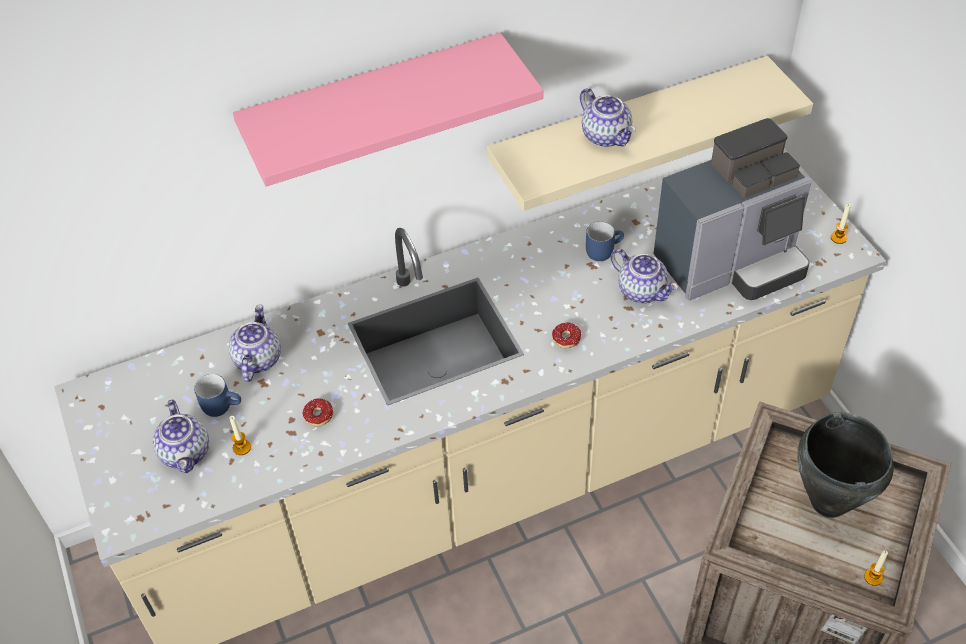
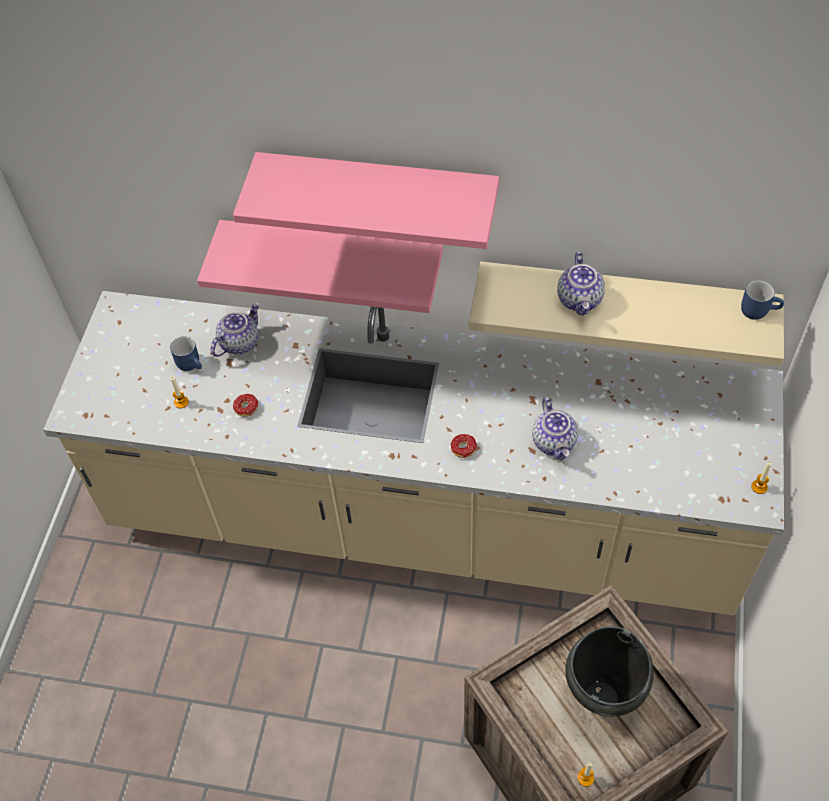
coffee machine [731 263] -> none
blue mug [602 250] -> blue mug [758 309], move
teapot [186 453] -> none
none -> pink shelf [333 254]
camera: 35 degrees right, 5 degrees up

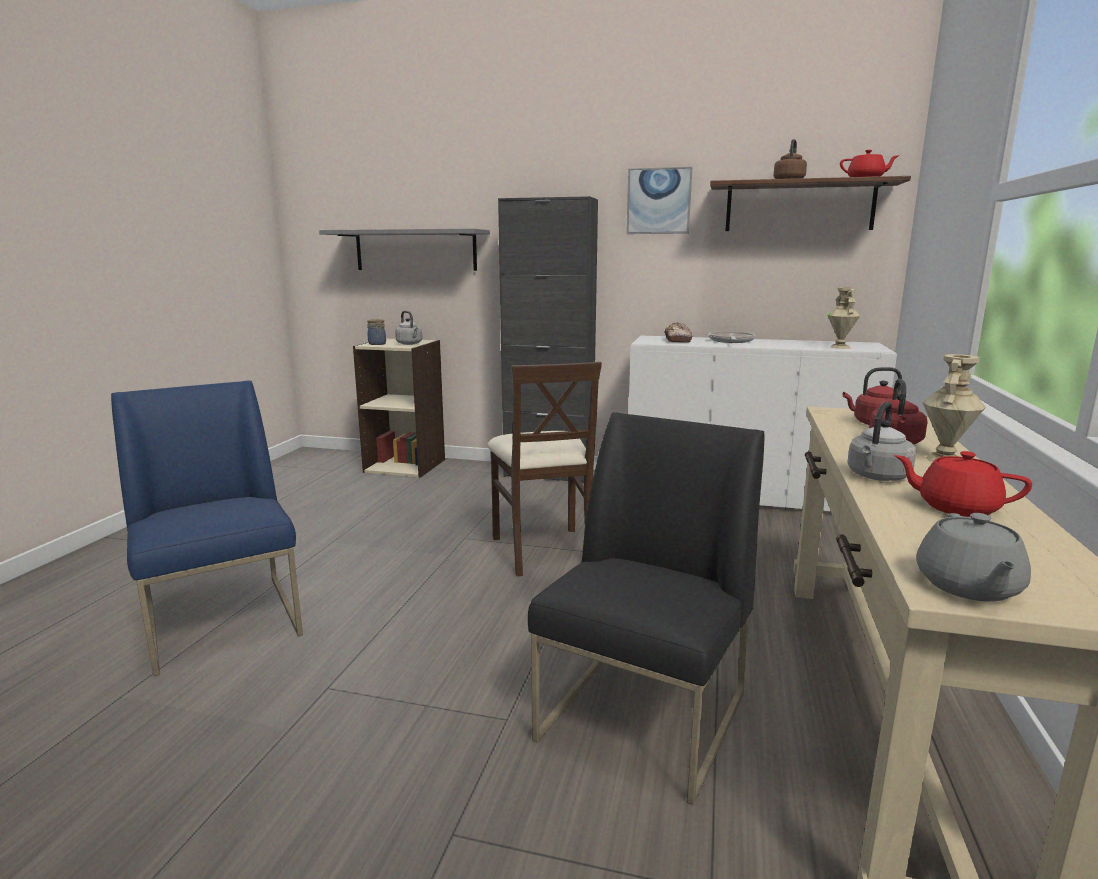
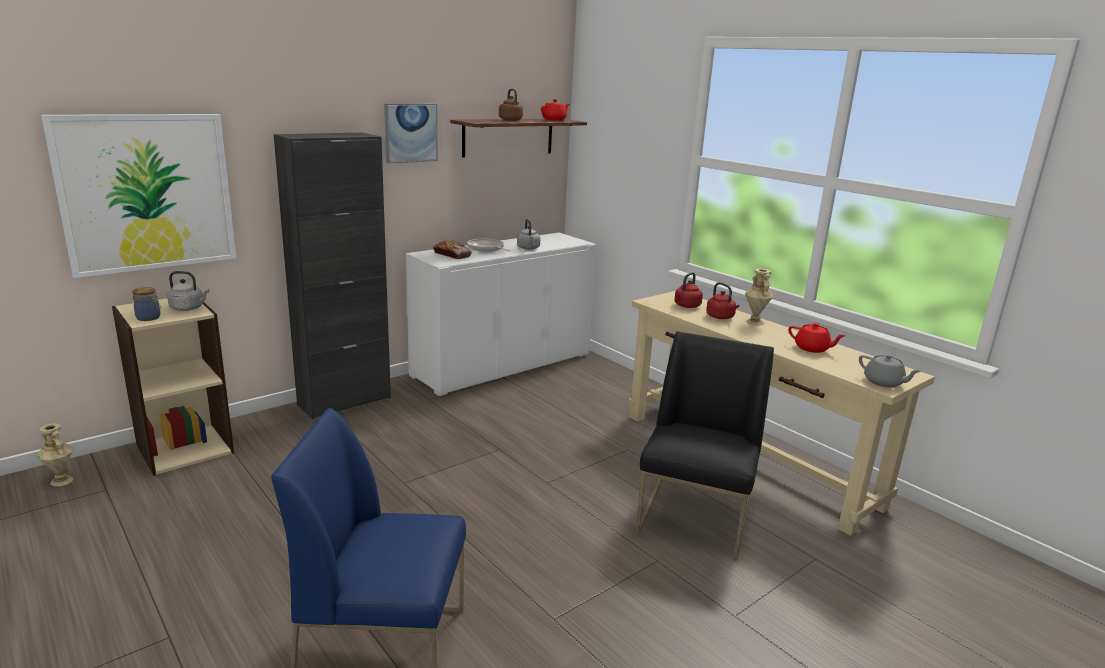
grey shelf [415 250] -> picture [147 193]
beige vase [840 347] -> beige vase [62 480], move
beige chair [543 550] -> none
grey kettle [877 477] -> grey kettle [528 248], move
black chair [644 718] -> black chair [695 518], 45 degrees clockwise
red teapot [955 507] -> red teapot [812 349], 120 degrees counterclockwise
camera: 55 degrees left, 5 degrees up

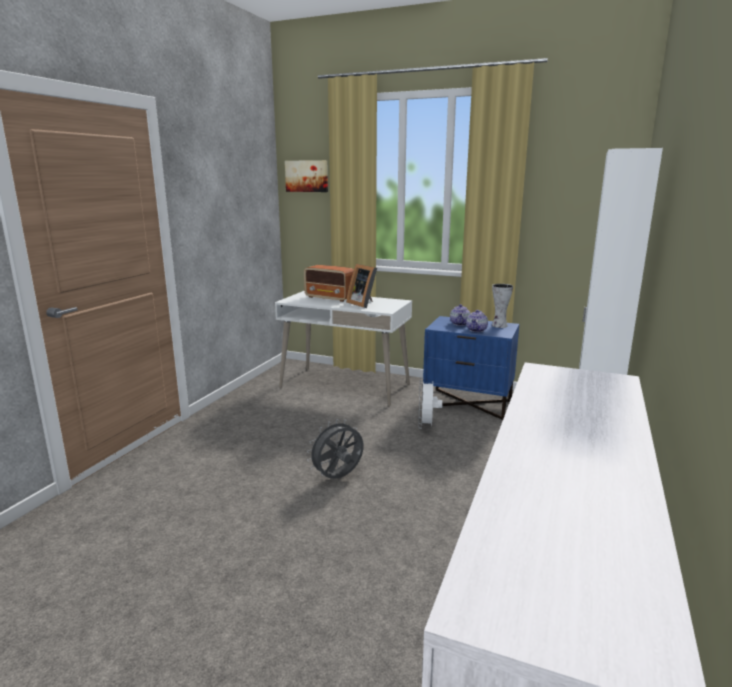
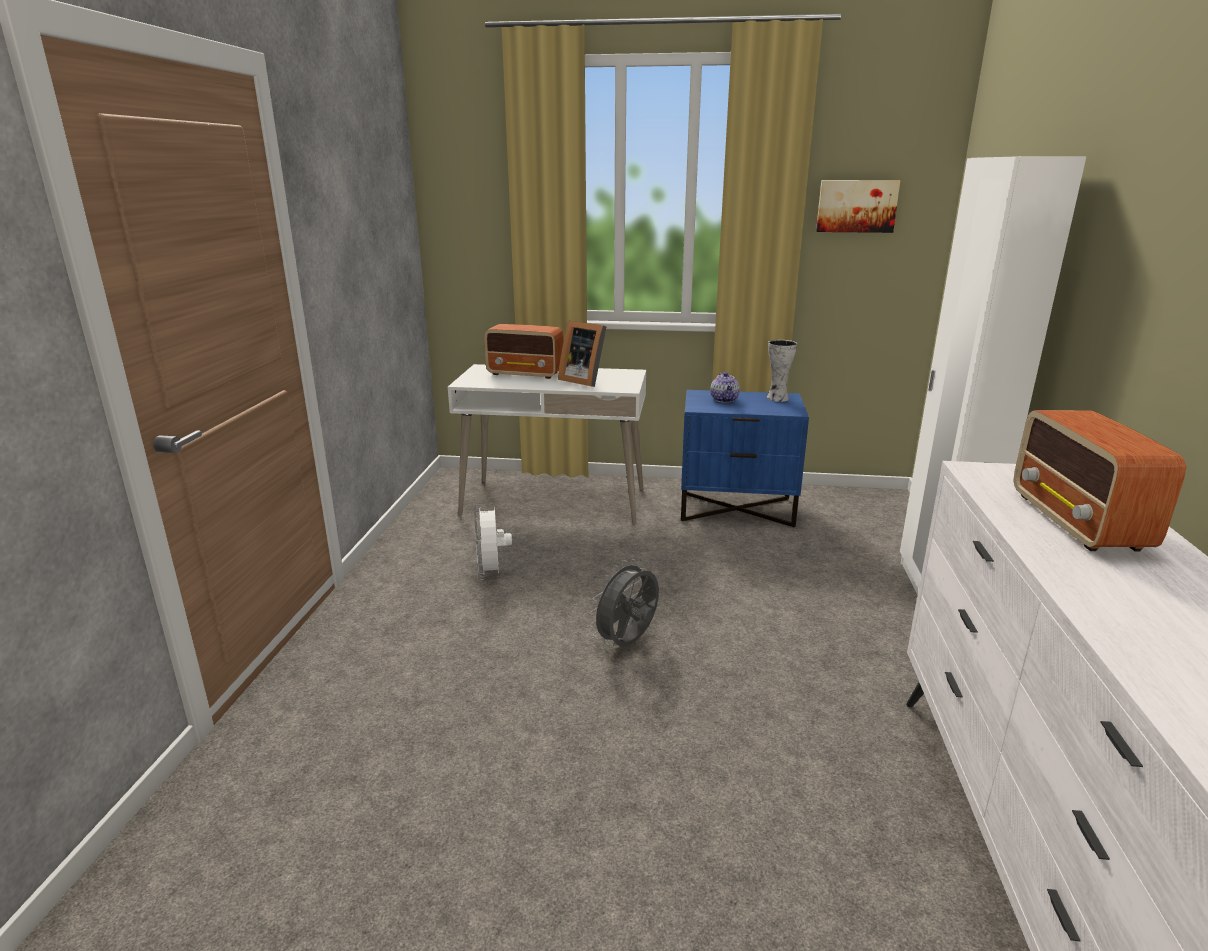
picture [307 176] -> picture [856 206], move
teapot [476 330] -> none
white fan [426 426] -> white fan [491 574], move
none -> radio [1078 522]
camera: 15 degrees left, 5 degrees up

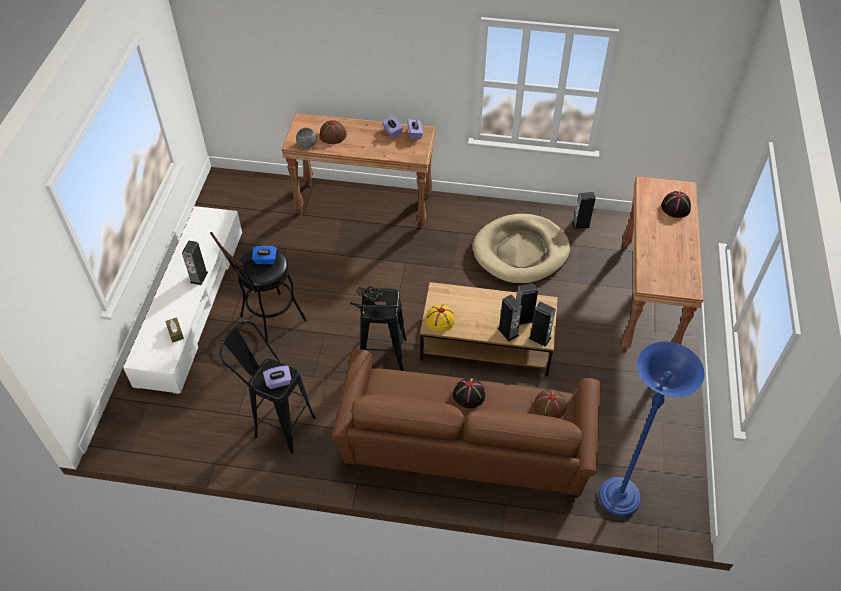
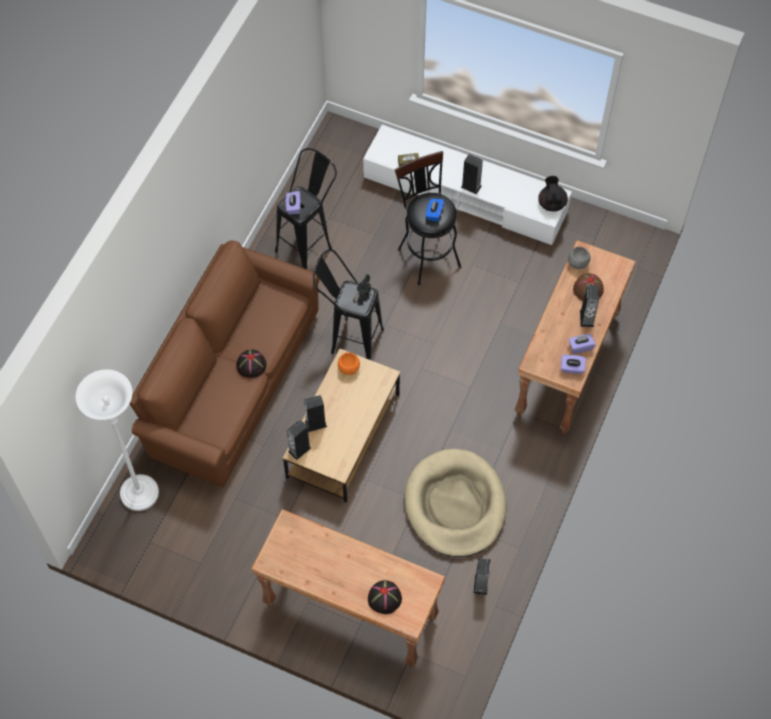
speaker [523 318] -> speaker [586 318], move
yellow hat [439 320] -> orange bowl [348 368]
blue floor lamp [619 498] -> white floor lamp [139 493]
brown hat [549 406] -> none
none -> black teapot [551 203]
camera: 105 degrees right, 10 degrees up

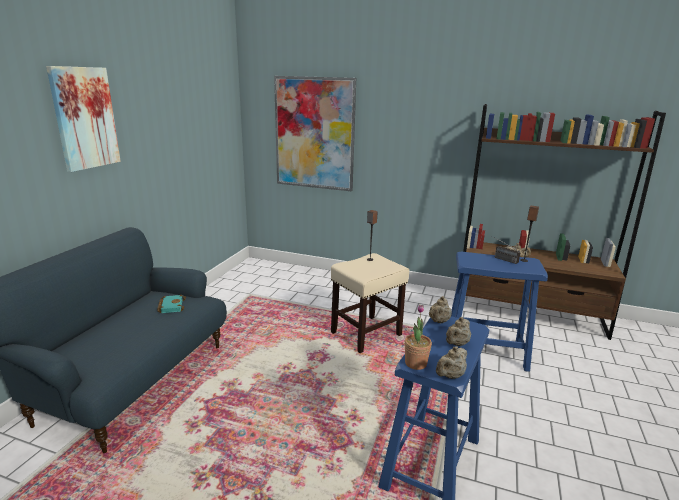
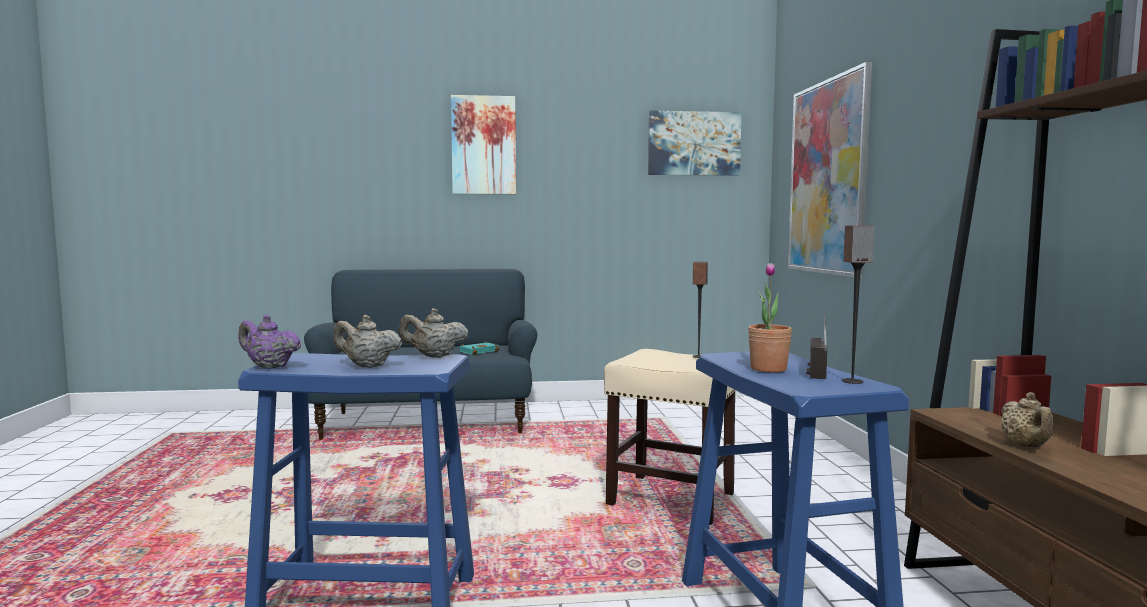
potted plant [415 363] -> potted plant [768 369], move
beige teapot [450 376] -> purple teapot [269 367]
none -> picture [694 143]
camera: 65 degrees right, 15 degrees down

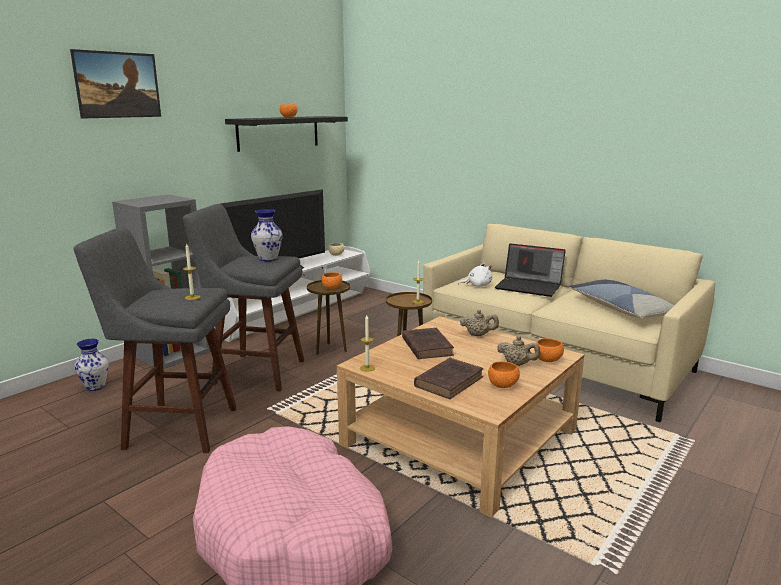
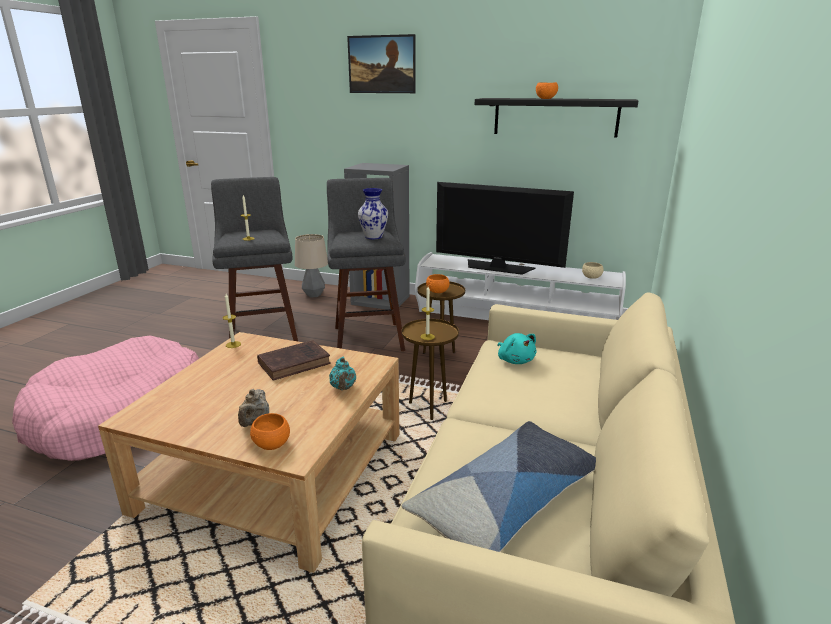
laptop [529 287] -> none
white plush toy [477 285] -> turquoise plush toy [515 360]
beige teapot [478 335] -> turquoise teapot [343 388]
vase [95 387] -> table lamp [313 295]
brown book [450 381] -> none
orange bowl [502 385] -> none
camera: 70 degrees right, 5 degrees up

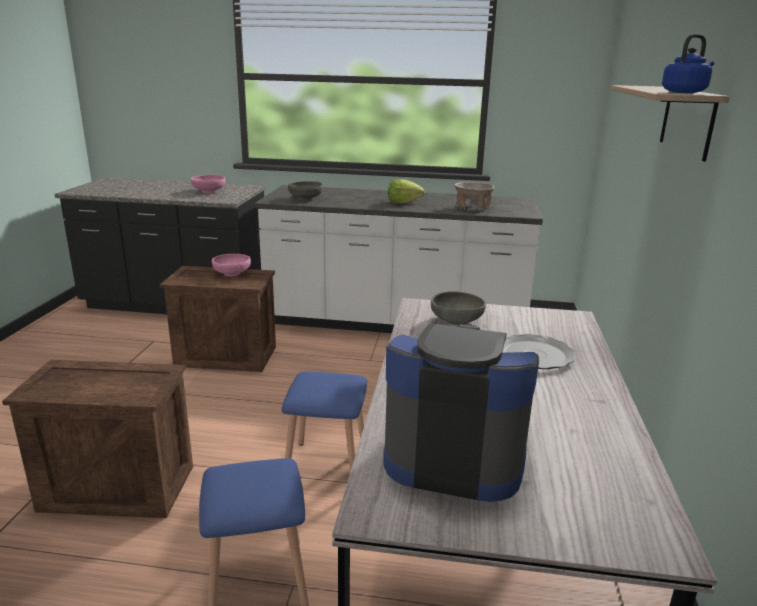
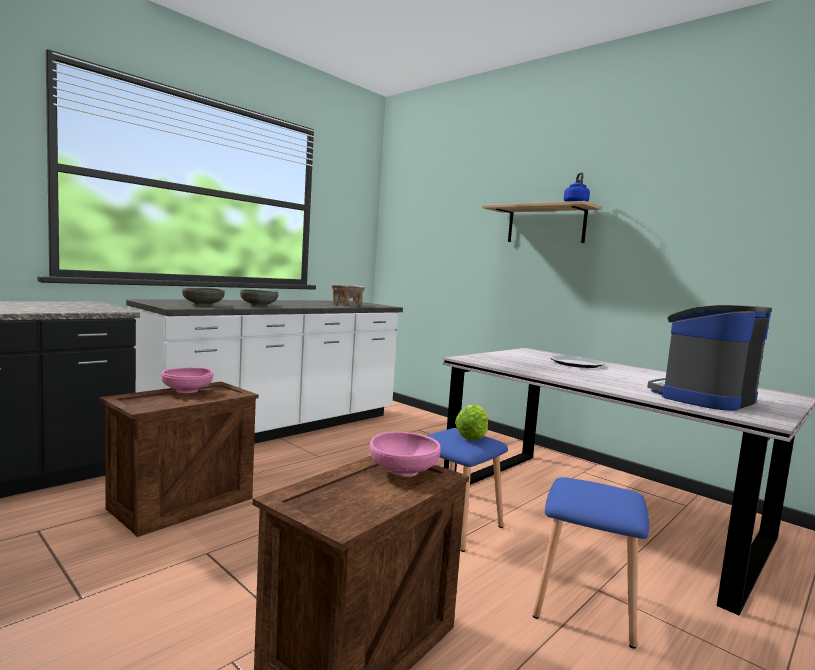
pink bowl [209 191] -> pink bowl [403 470], move
lettuce [403 202] -> lettuce [472 436], move
grey bowl [456 321] -> grey bowl [258 305], move
camera: 55 degrees left, 15 degrees down

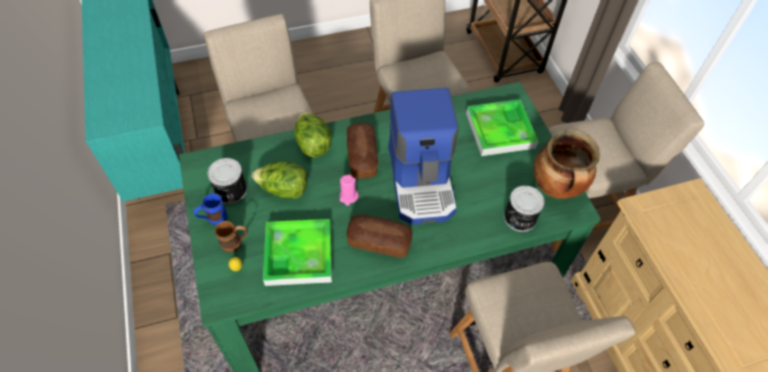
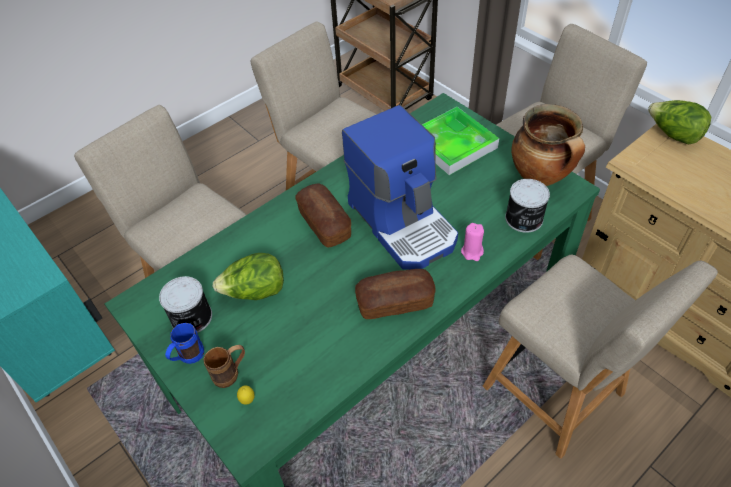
lettuce [312 144] -> lettuce [673 135], move
pink candle [348 197] -> pink candle [472 252], move
tray [298 254] -> none
camera: 20 degrees left, 5 degrees down

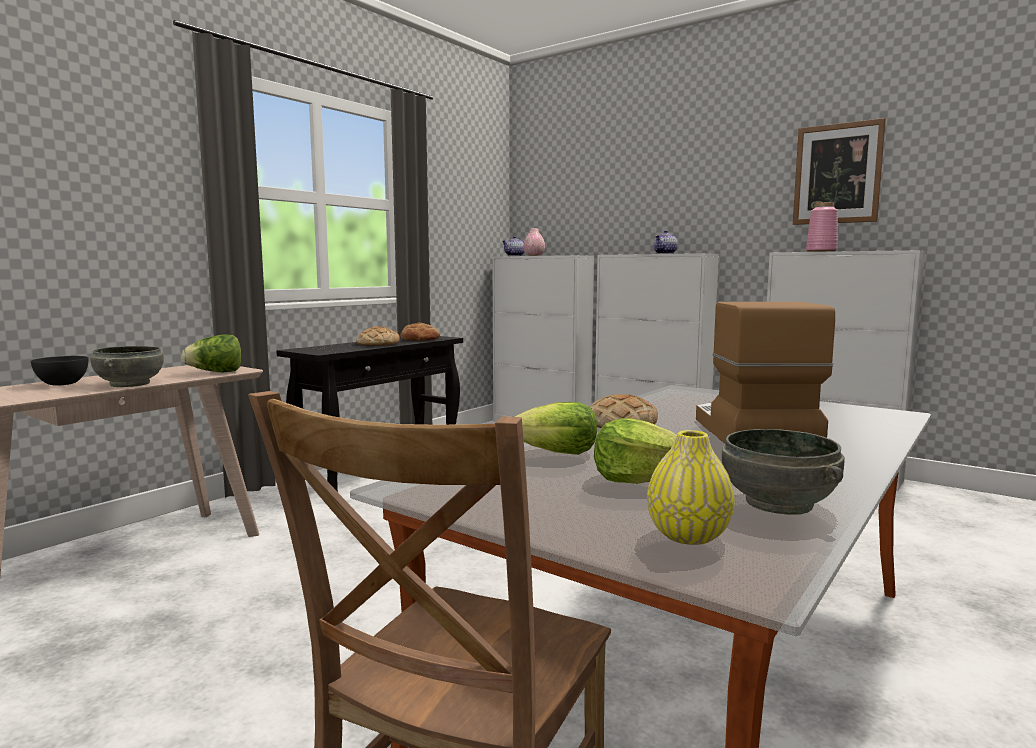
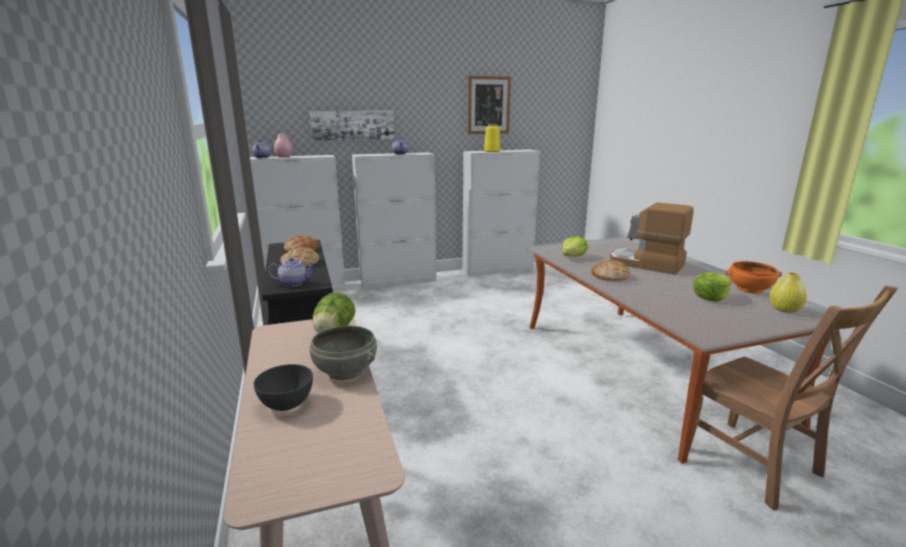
pink vase [821 251] -> yellow vase [492 151]
lettuce [557 453] -> lettuce [572 257], move
grey bowl [779 503] -> orange bowl [749 289]
none -> picture [353 125]
none -> teapot [294 283]
camera: 55 degrees left, 10 degrees up

